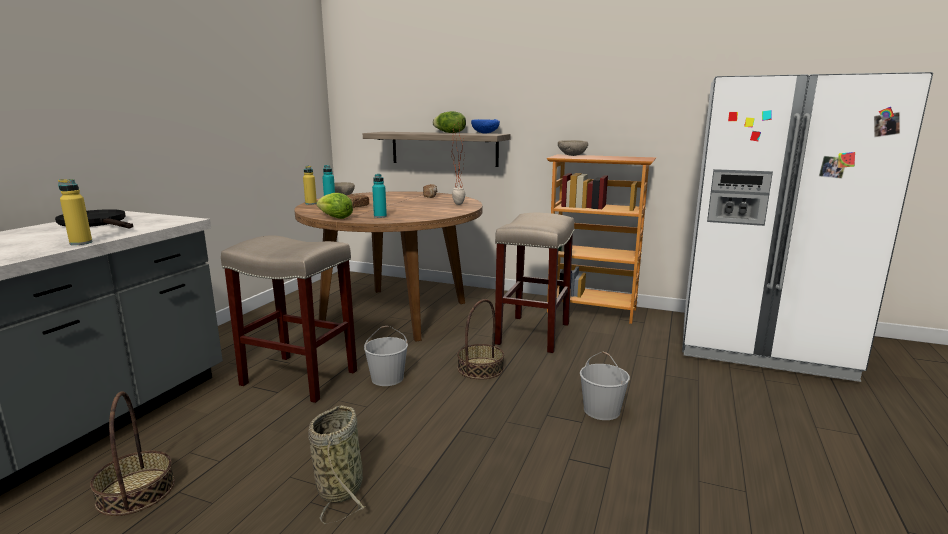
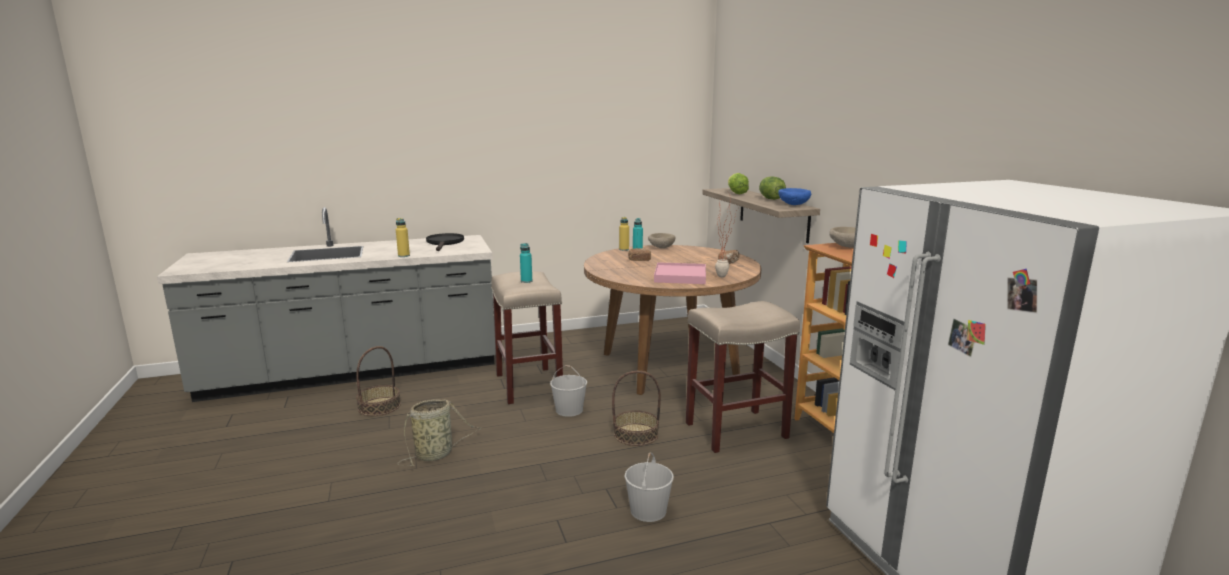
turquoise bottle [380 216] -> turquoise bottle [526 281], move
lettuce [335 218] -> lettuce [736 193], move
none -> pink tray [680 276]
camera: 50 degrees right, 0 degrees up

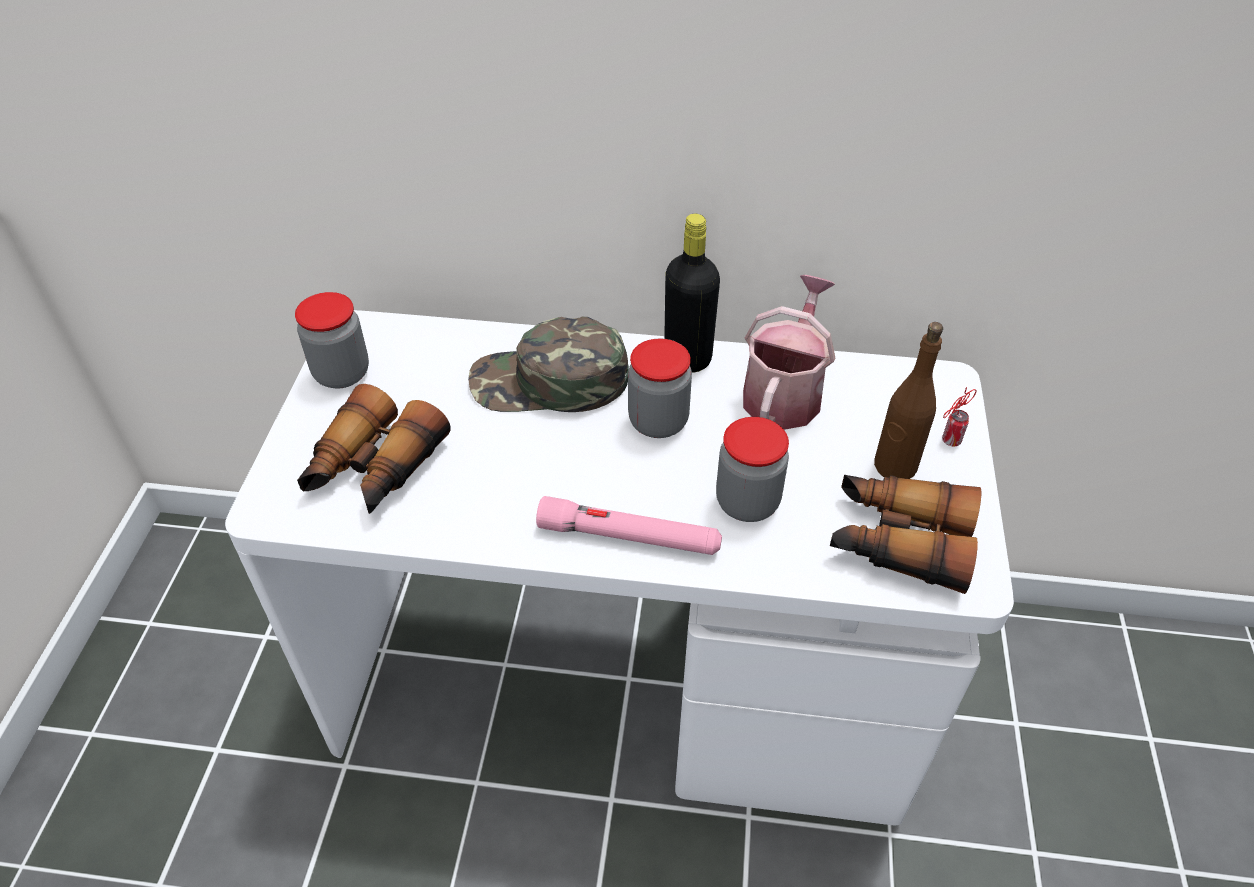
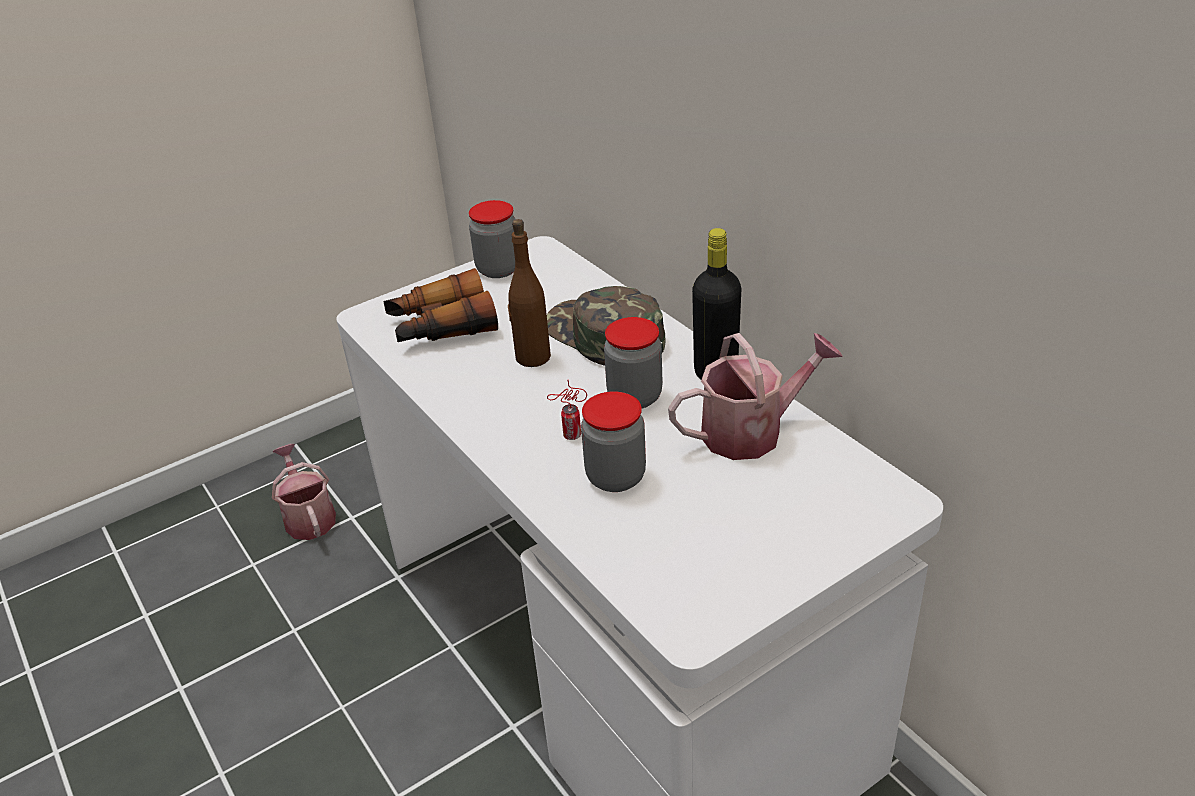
brown bottle [894 466] -> brown bottle [532 357], move
can [949 442] -> can [569 435], move
binoculars [898 540] -> none
pink flashlight [629 537] -> none
none -> watering can [308 517]
camera: 50 degrees right, 10 degrees down

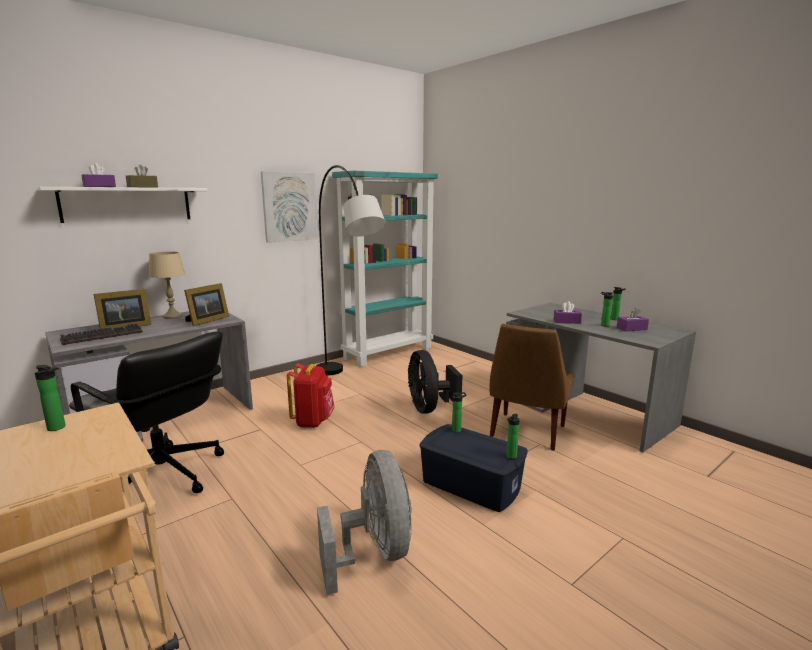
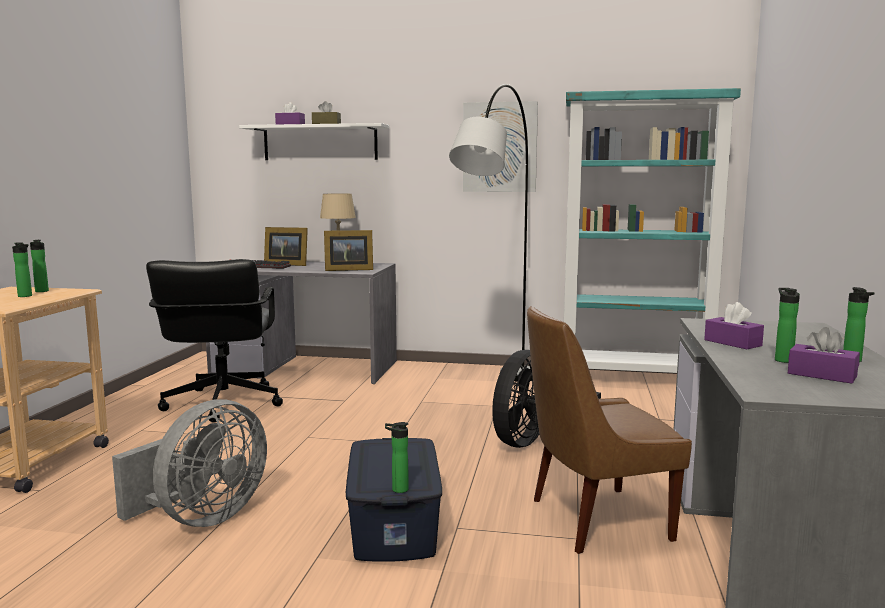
red backpack [313 421] -> none
bottle [458 430] -> bottle [26 296], move
camera: 50 degrees right, 5 degrees down

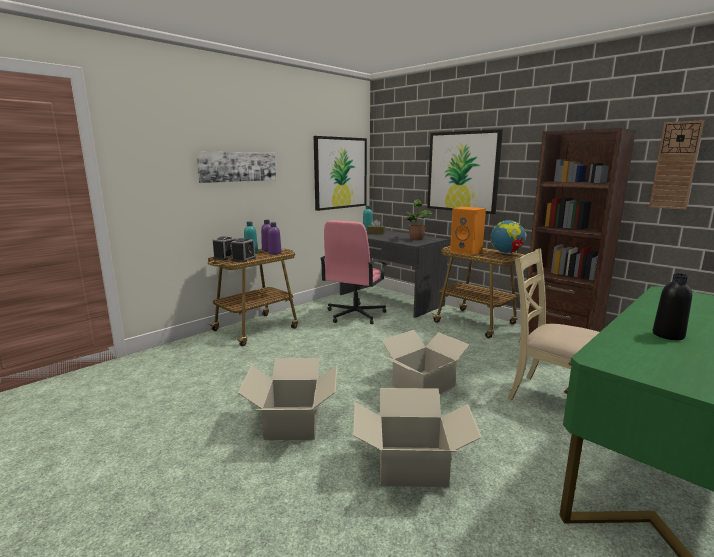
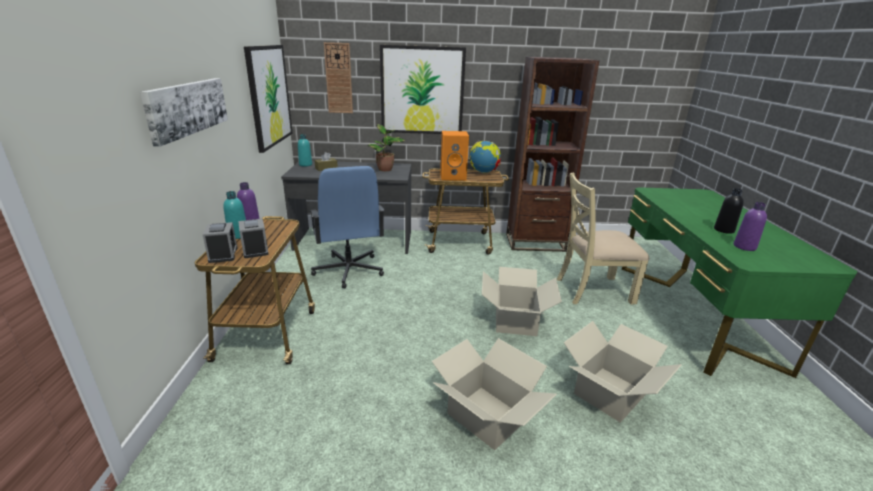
wall clock [675 166] -> wall clock [339 78], move
pink office chair [354 315] -> blue office chair [348 271]
purple bottle [274 253] -> purple bottle [744 247], move
camera: 45 degrees left, 10 degrees up

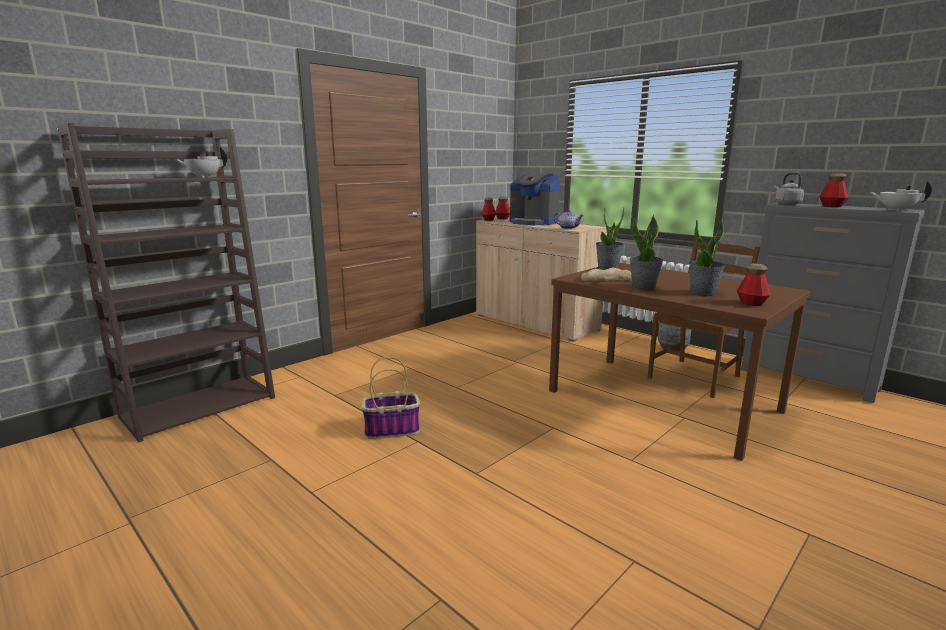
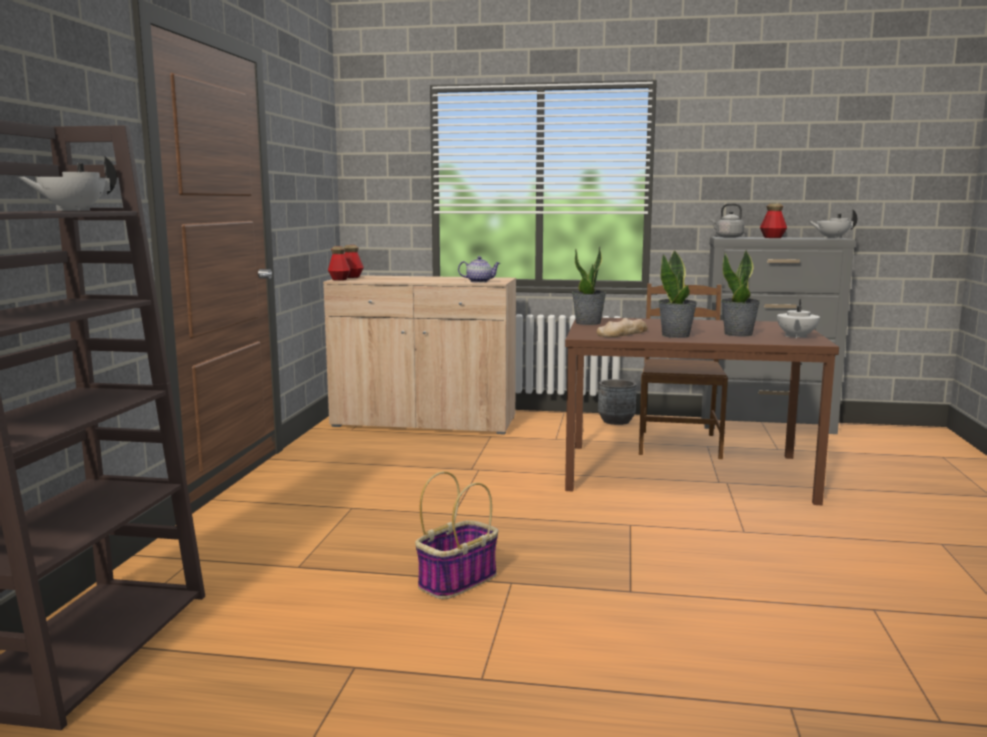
coffee machine [533 222] -> none
bottle [751 303] -> white teapot [796 337]
camera: 35 degrees left, 5 degrees down

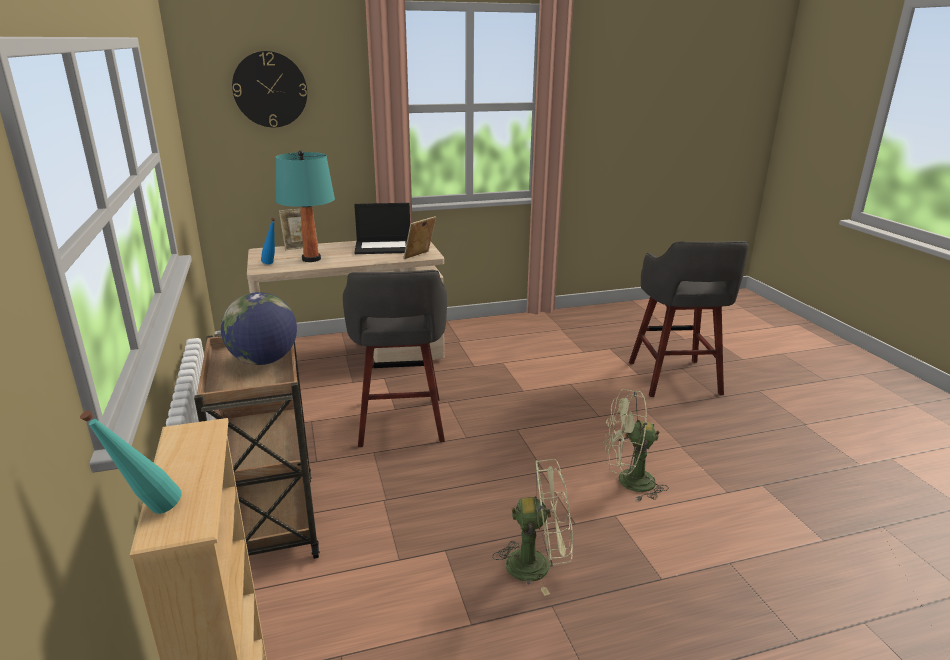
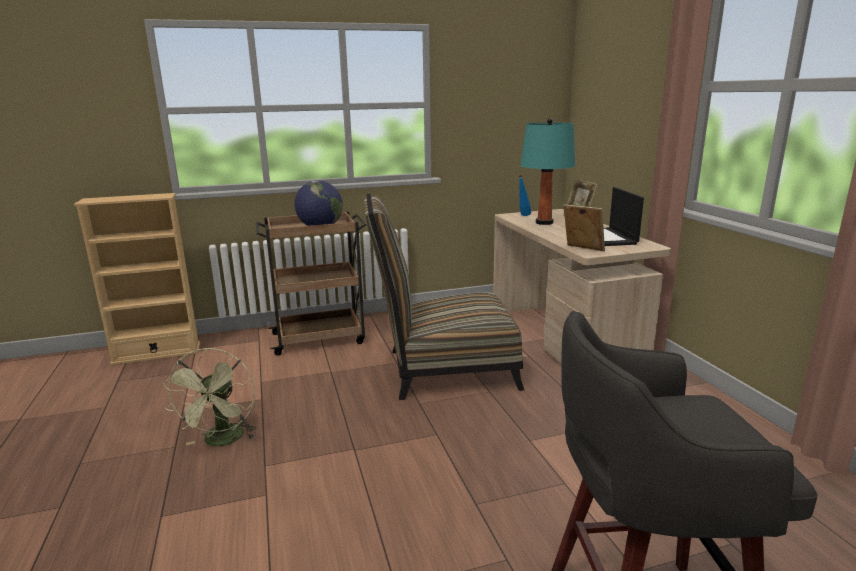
wall clock [270 89] -> none
grey stool [400 423] -> chair [442 370]
green fan [627 482] -> none
turquoise bottle [148 514] -> none
camera: 90 degrees right, 5 degrees down

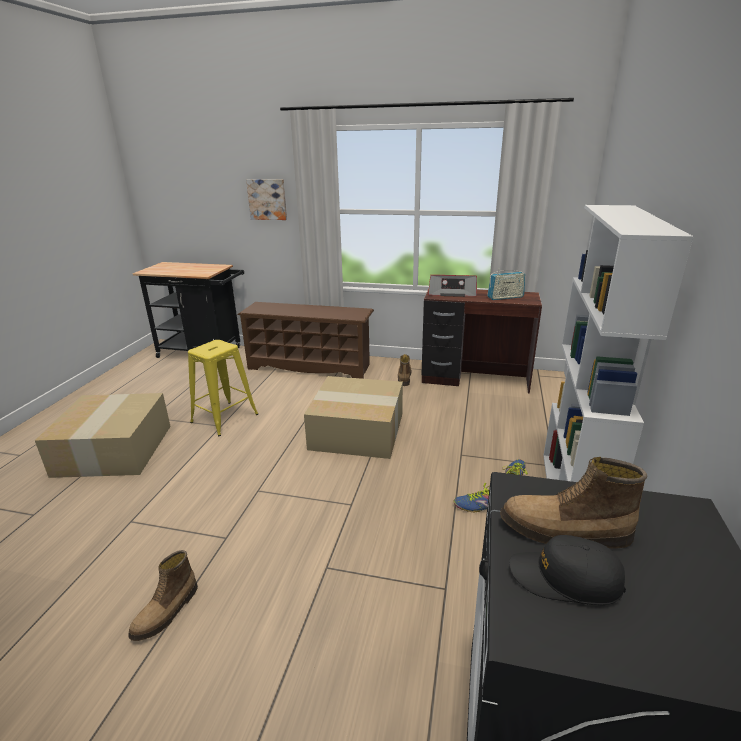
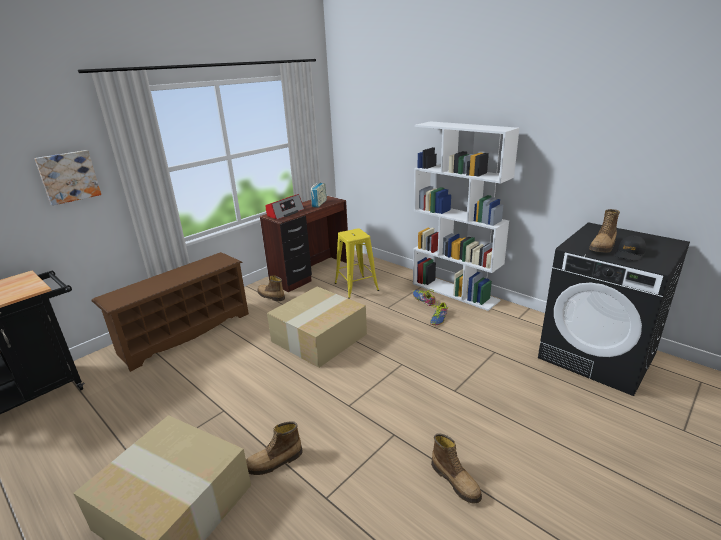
yellow stool [224 418] -> yellow stool [356 287], move
none -> boot [274 462]
camera: 60 degrees left, 0 degrees up

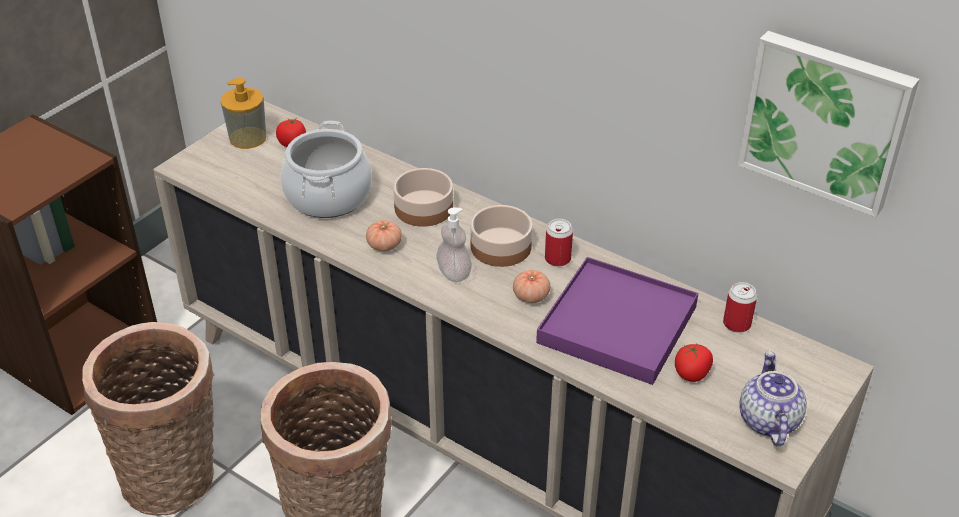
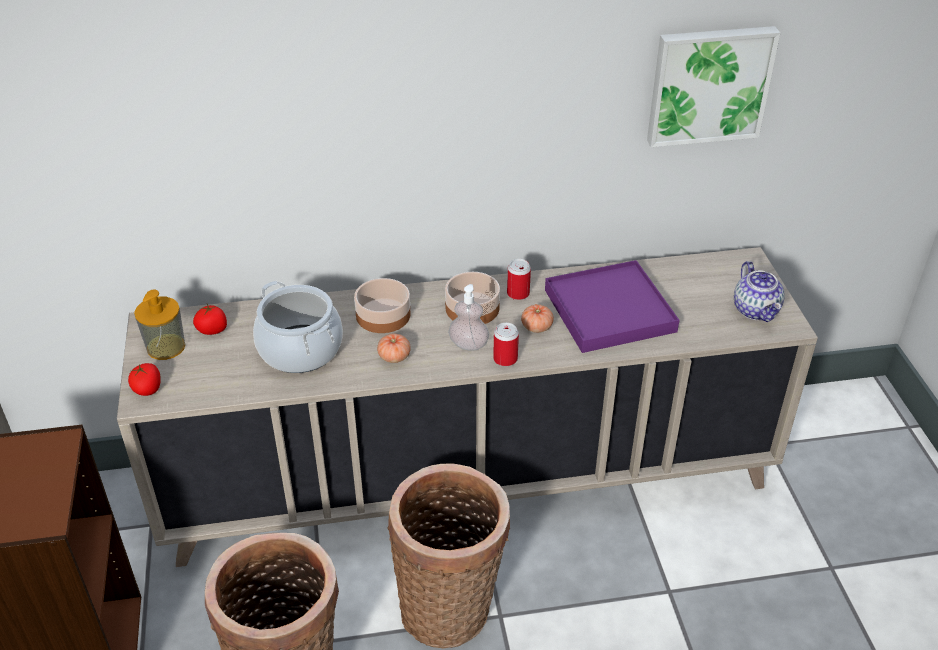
can [737 324] -> can [505 359], move
tomato [691 374] -> tomato [148 389], move
teapot [767 420] -> teapot [756 310], 150 degrees counterclockwise
camera: 45 degrees left, 0 degrees up

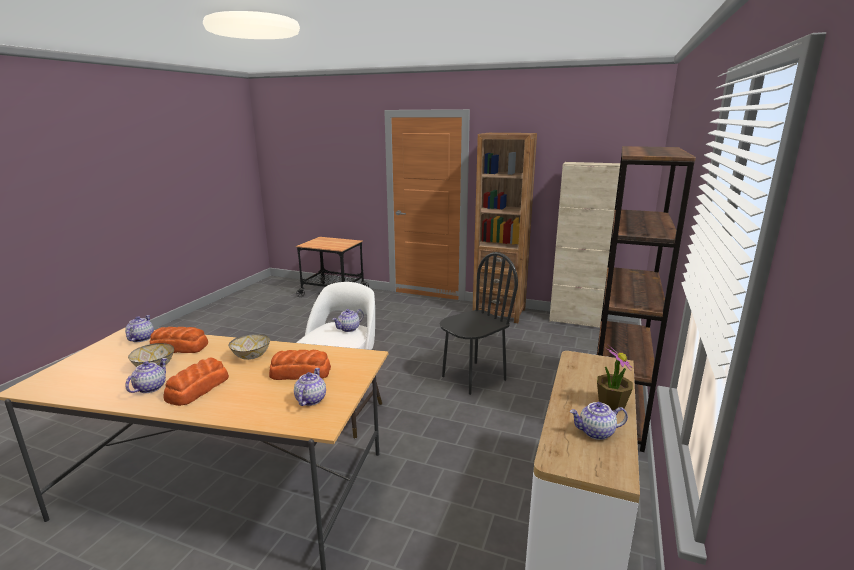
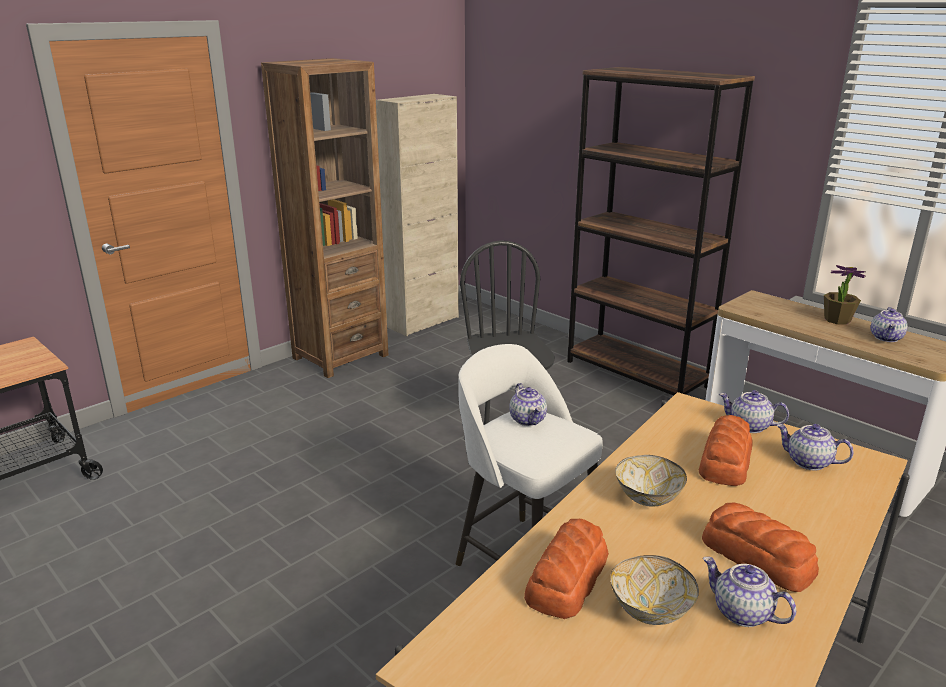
teapot [141 338] -> teapot [749 426], move
camera: 65 degrees left, 5 degrees up

